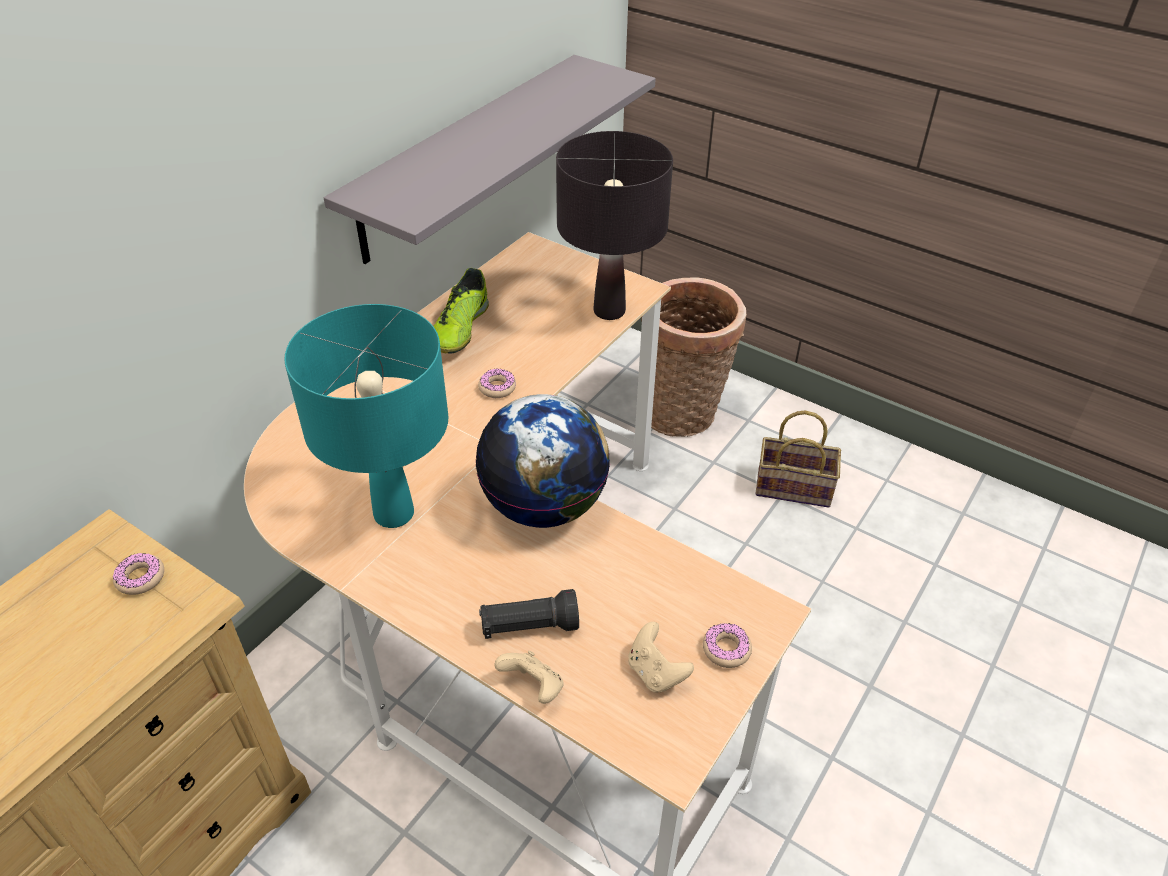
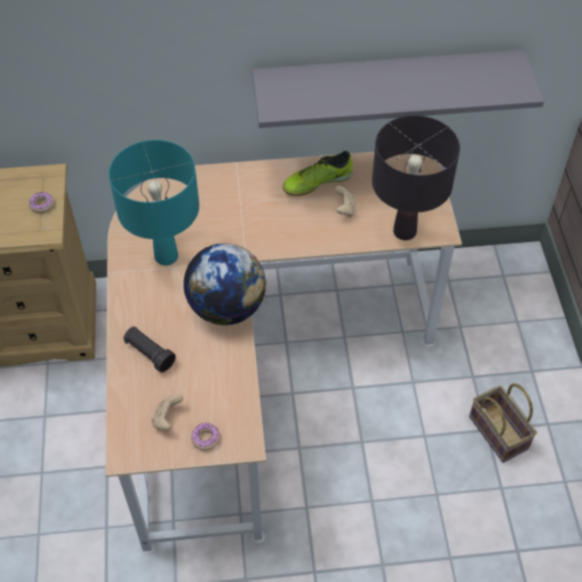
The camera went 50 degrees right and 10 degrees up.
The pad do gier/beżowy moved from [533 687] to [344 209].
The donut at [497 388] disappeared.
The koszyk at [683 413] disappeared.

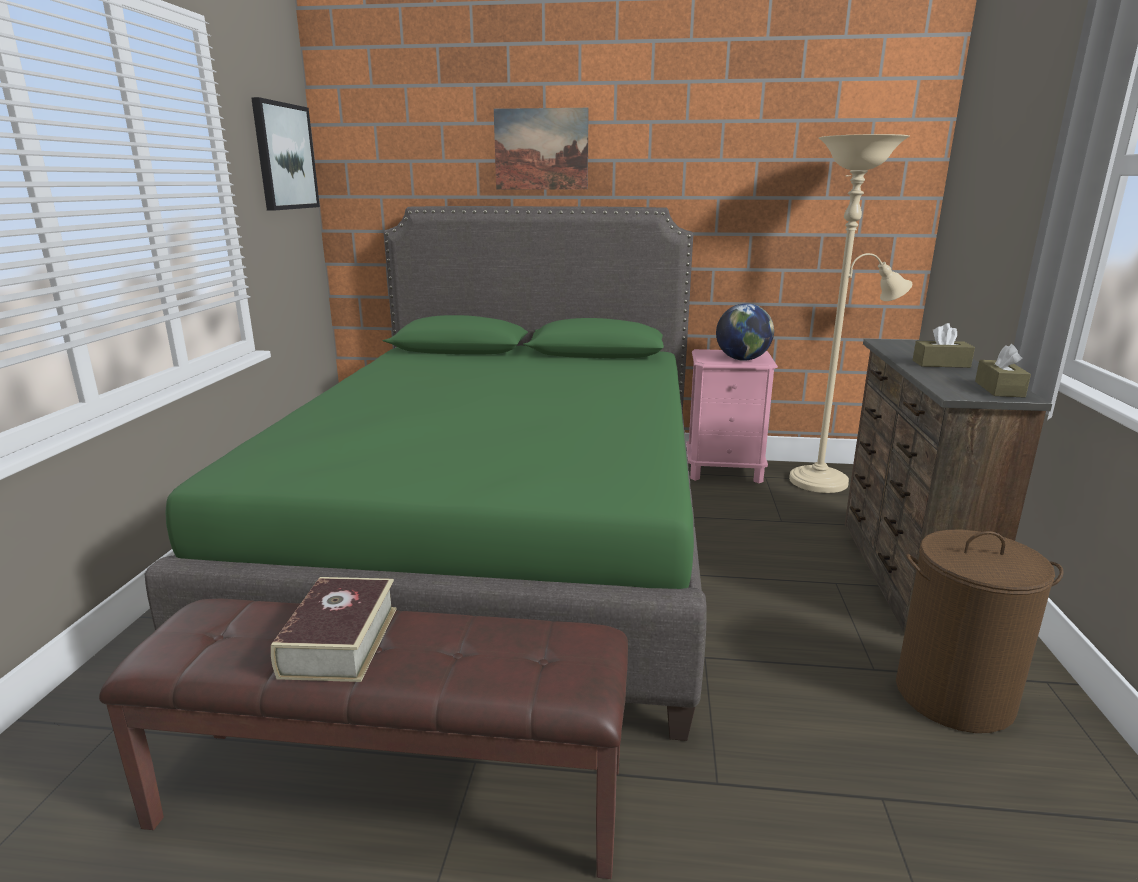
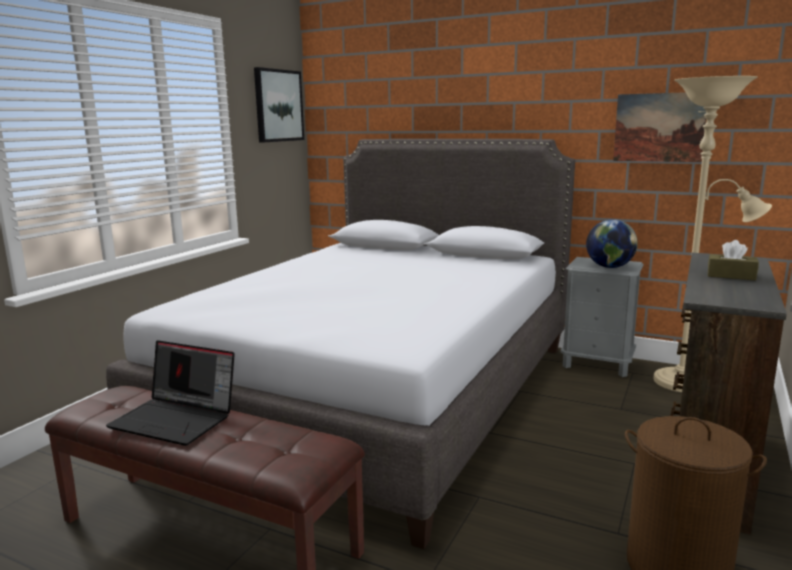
The camera went 20 degrees right and 5 degrees down.
The łóżko/zielony at [500 543] became the łóżko/szary at [378 393].
The książka at [340 641] was replaced by the laptop at [177 419].
The szafka nocna/różowy at [724 471] became the szafka nocna/szary at [597 364].
The obraz moved from [541 149] to [659 127].
The pudełko chusteczek/brązowy at [999 389] disappeared.

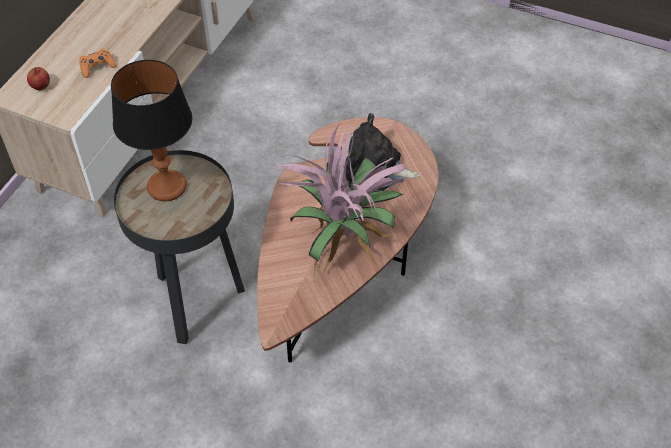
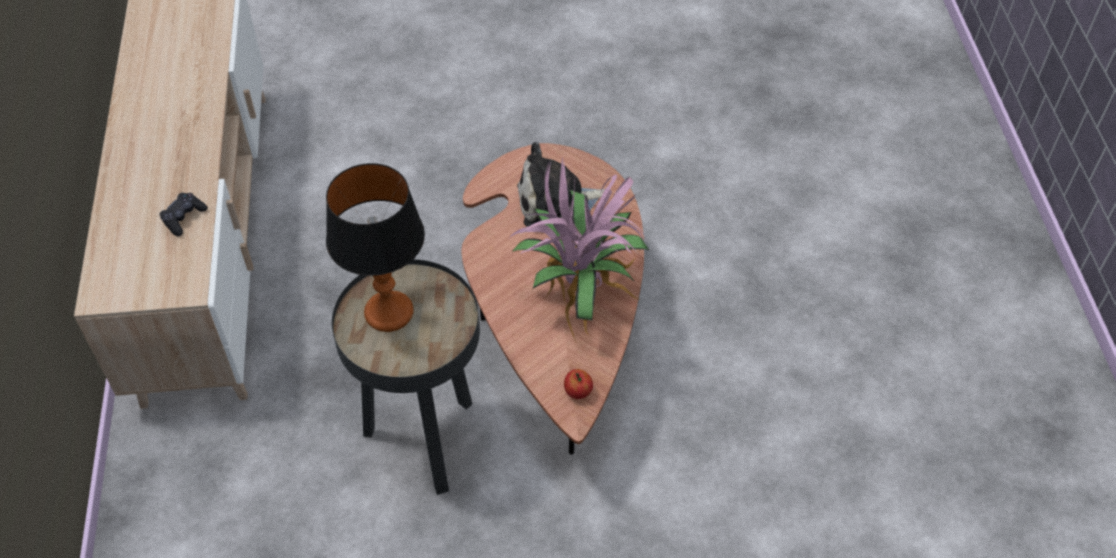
The camera went 30 degrees left and 0 degrees up.
The pad do gier/pomarańczowy at [97 67] became the pad do gier/czarny at [184 218].
The jabłko moved from [41 87] to [578 392].

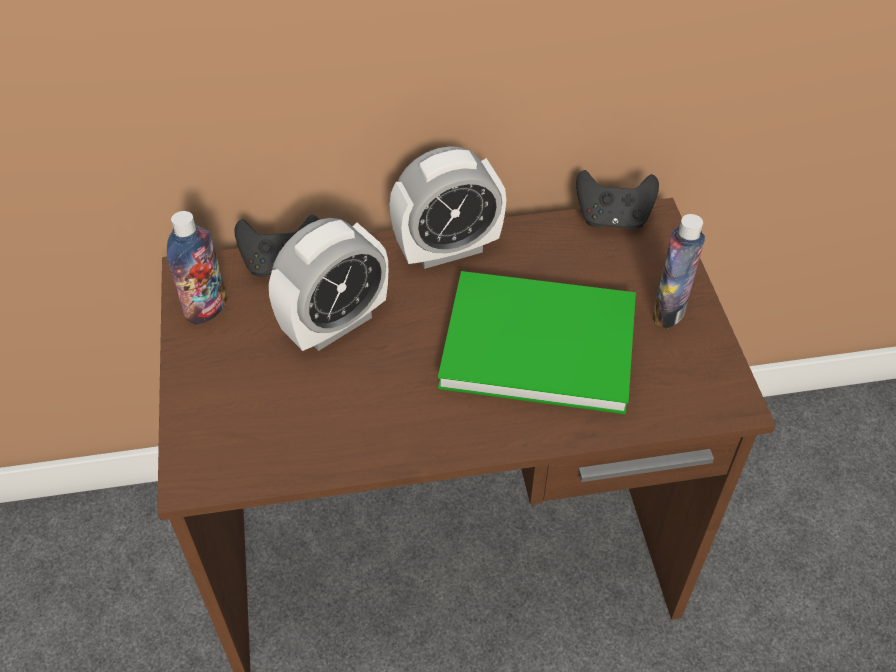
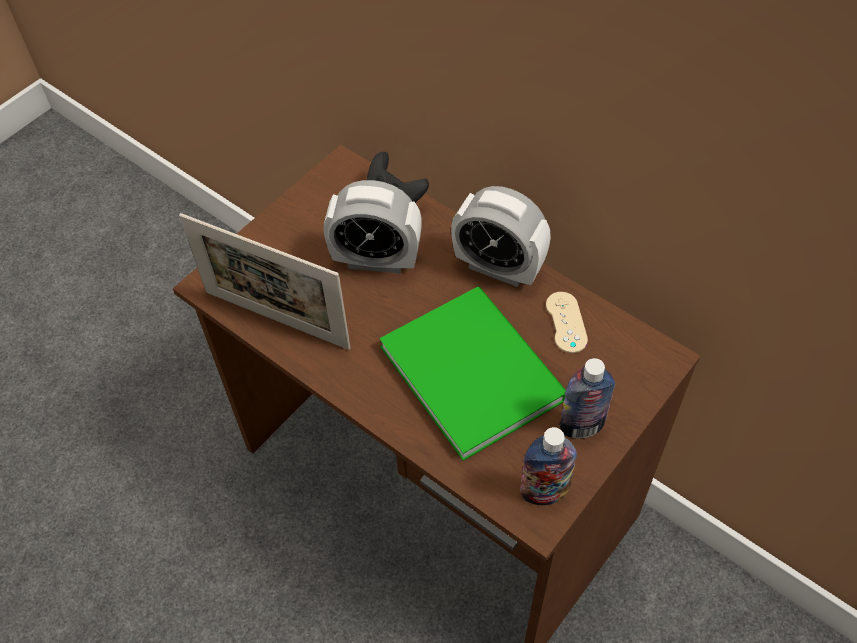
The camera went 50 degrees right and 5 degrees up.
The ramka na zdjęcie at [276 319] appeared.
The butelka moved from [207 309] to [544 492].
The pad do gier/beżowy at [566 322] appeared.
The pad do gier/czarny at [612 219] disappeared.

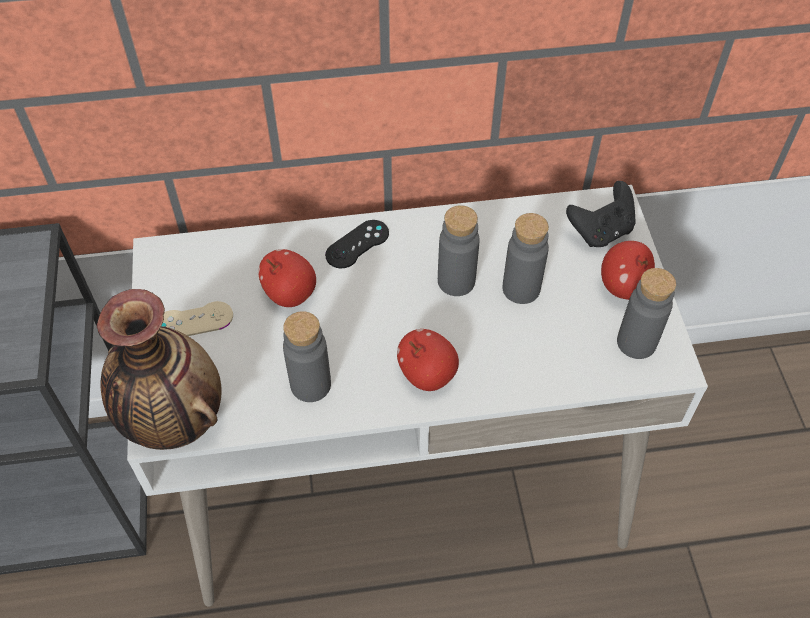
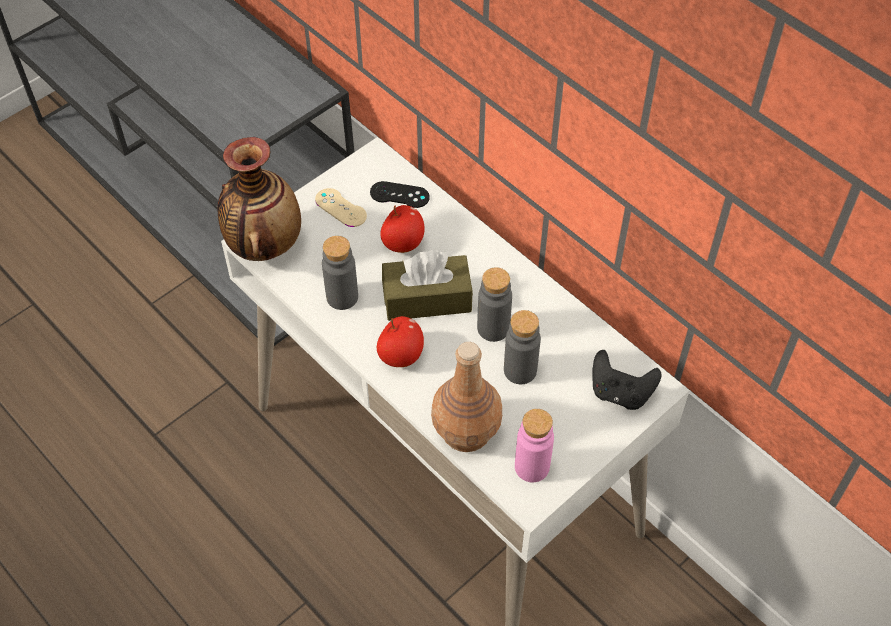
The camera went 55 degrees right and 0 degrees up.
The pad do gier/czarny moved from [357 244] to [399 195].
The pudełko chusteczek/brązowy at [427 298] appeared.
The butelka/brązowy at [465 431] appeared.
The butelka/szary at [636 342] became the butelka/różowy at [532 467].
The jabłko at [623 286] disappeared.

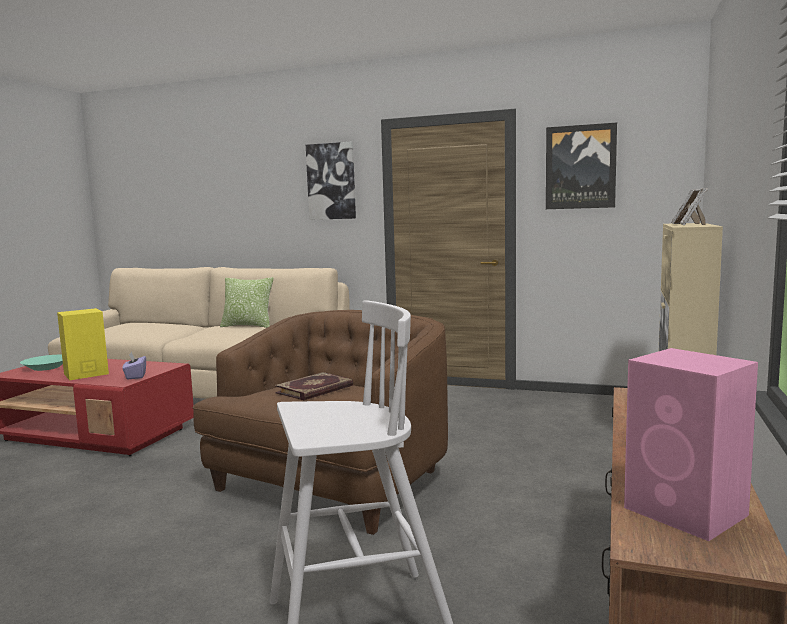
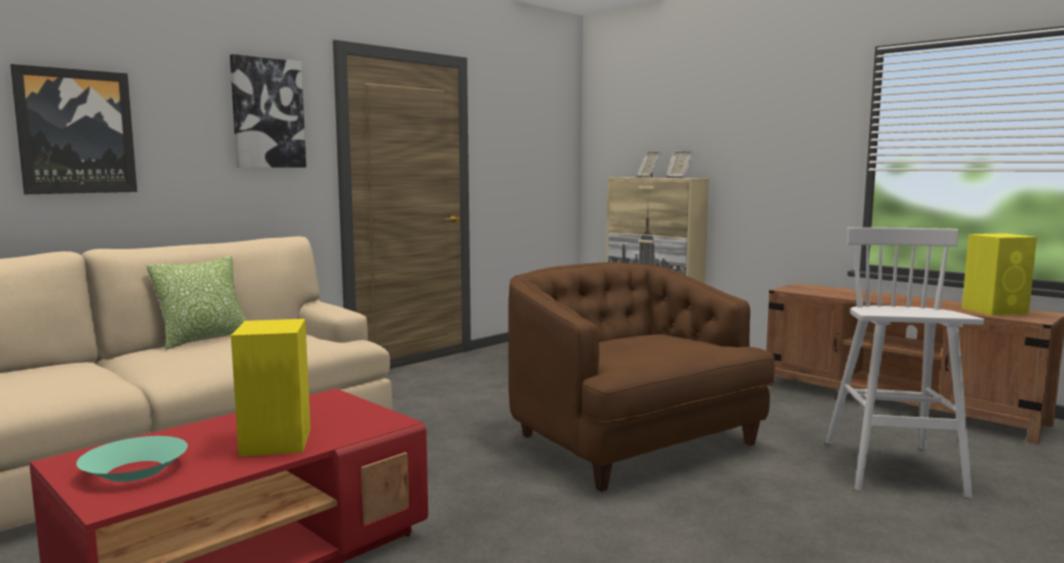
The camera went 65 degrees left and 0 degrees up.
The obraz moved from [580 167] to [76 132].
The głośnik/różowy at [688 512] became the głośnik/żółty at [995 311].
The pudełko chusteczek/fioletowy at [135 376] disappeared.
The książka at [315 389] disappeared.

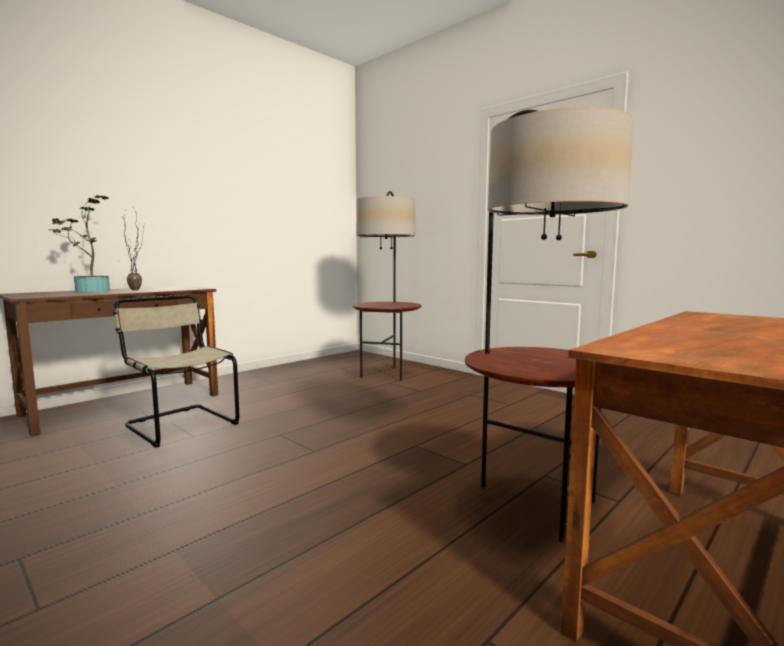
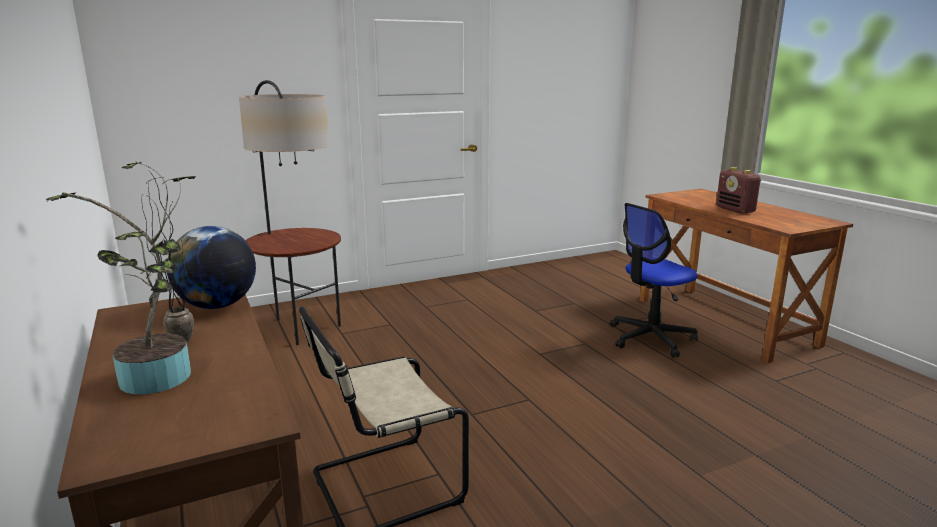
The camera went 70 degrees left and 10 degrees up.
The globus at [217 306] appeared.
The lampa stojąca at [533 504] was replaced by the krzesło biurowe at [650 338].
The radio at [735 210] appeared.

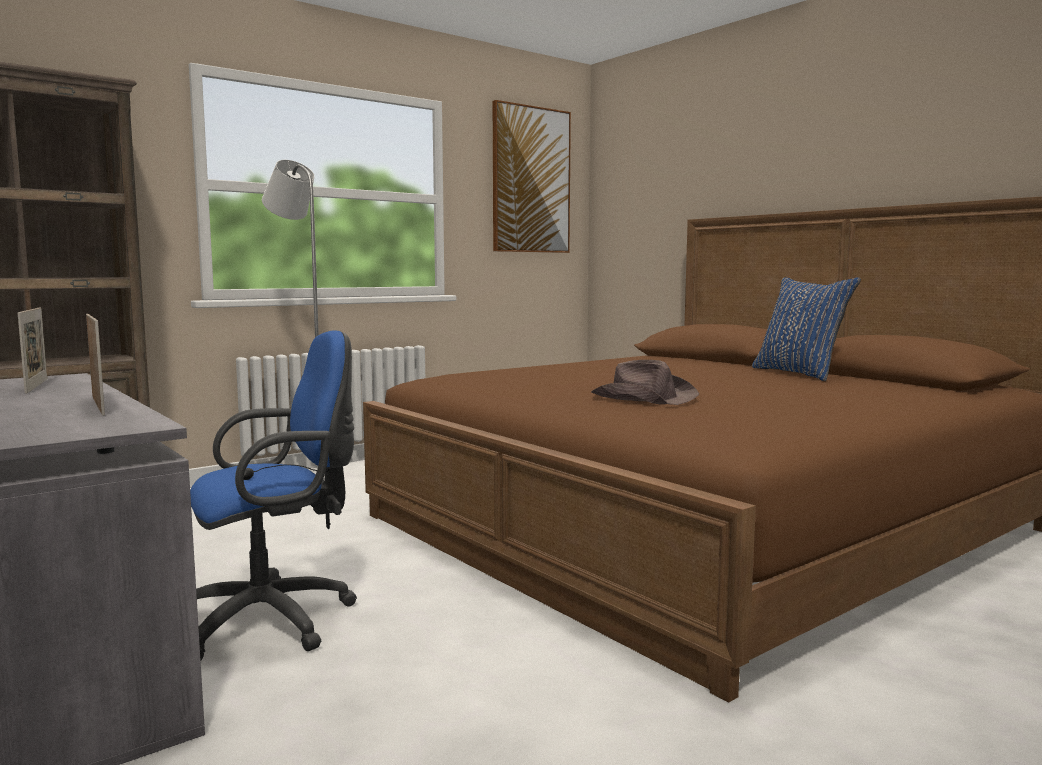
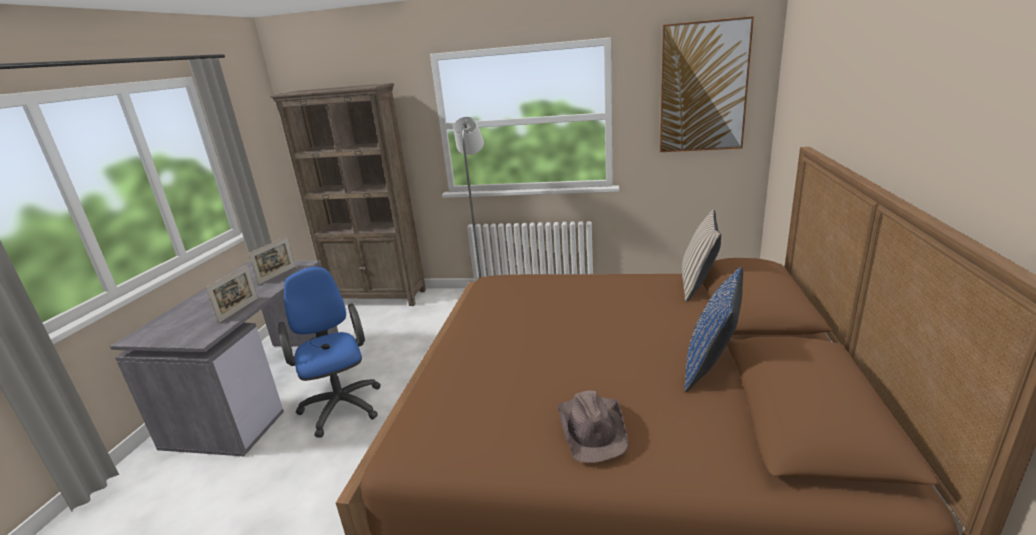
The camera went 50 degrees right and 15 degrees up.
The krzesło biurowe/niebieski at [275 620] turned 135 degrees counterclockwise.
The kapelusz/brązowy moved from [643 398] to [593 428].
The poduszka/beżowy at [698 285] appeared.

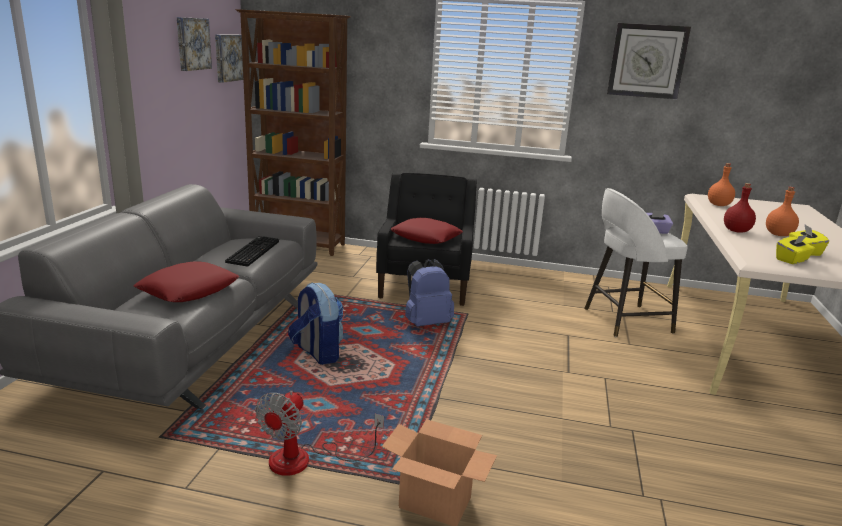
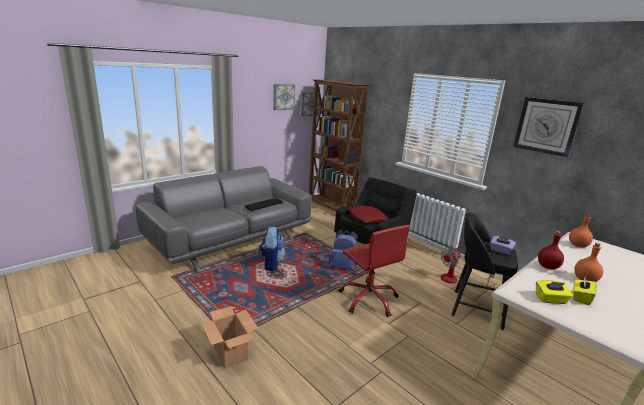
The camera went 35 degrees right and 0 degrees up.
The krzesło biurowe/czerwony at [369 299] appeared.
The wentylator moved from [305 460] to [455 280].
The stołek/biały at [625 320] became the stołek/czarny at [475 308].
The poduszka/czerwony at [189 290] disappeared.

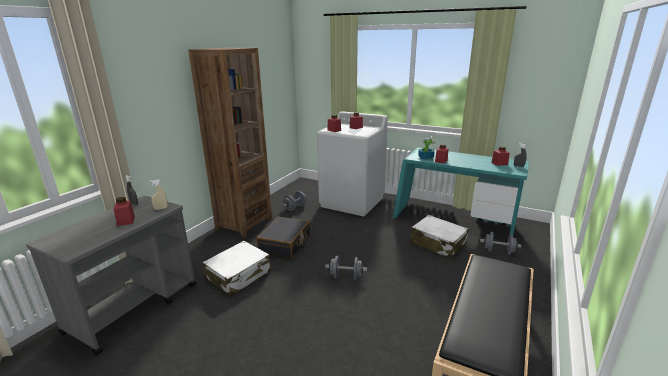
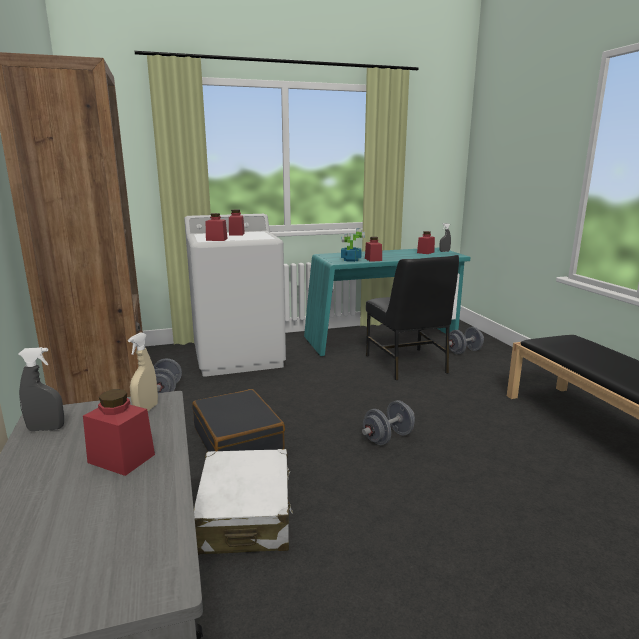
The camera went 45 degrees left and 5 degrees down.
The walizka/biały at [437 243] was replaced by the krzesło/czarny at [407 364].

